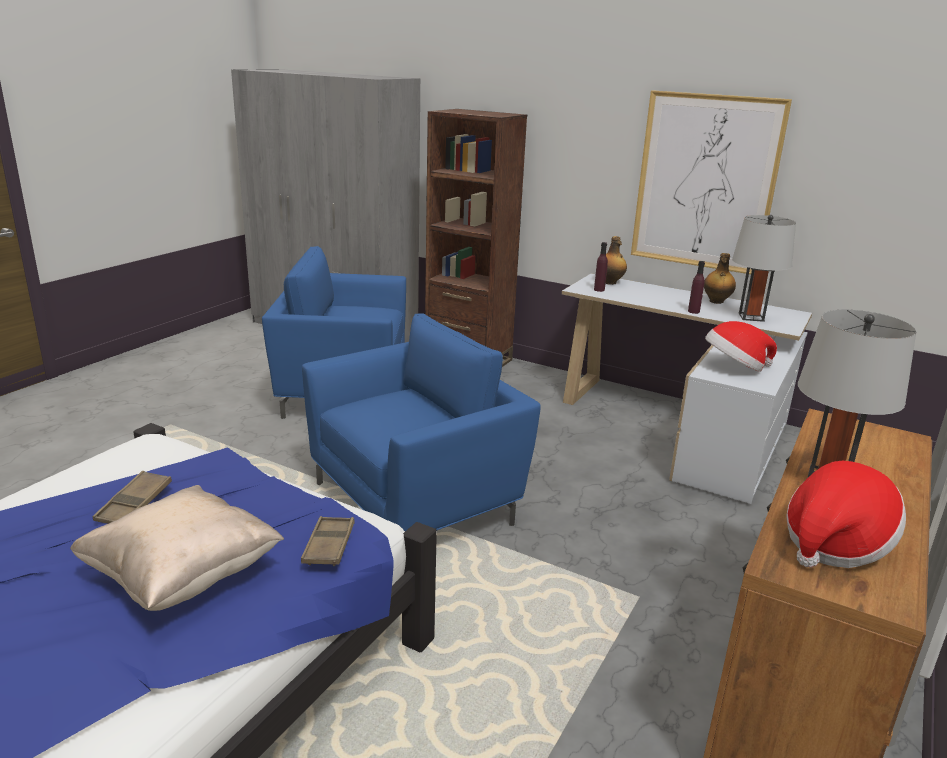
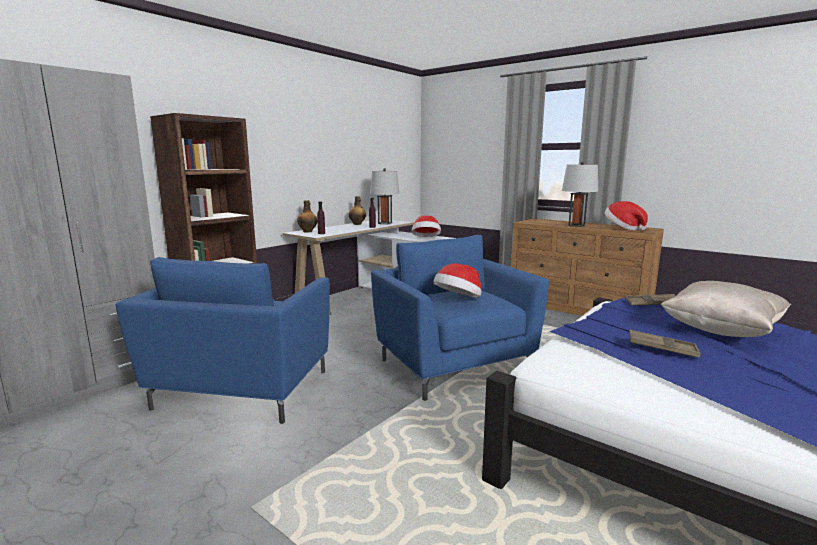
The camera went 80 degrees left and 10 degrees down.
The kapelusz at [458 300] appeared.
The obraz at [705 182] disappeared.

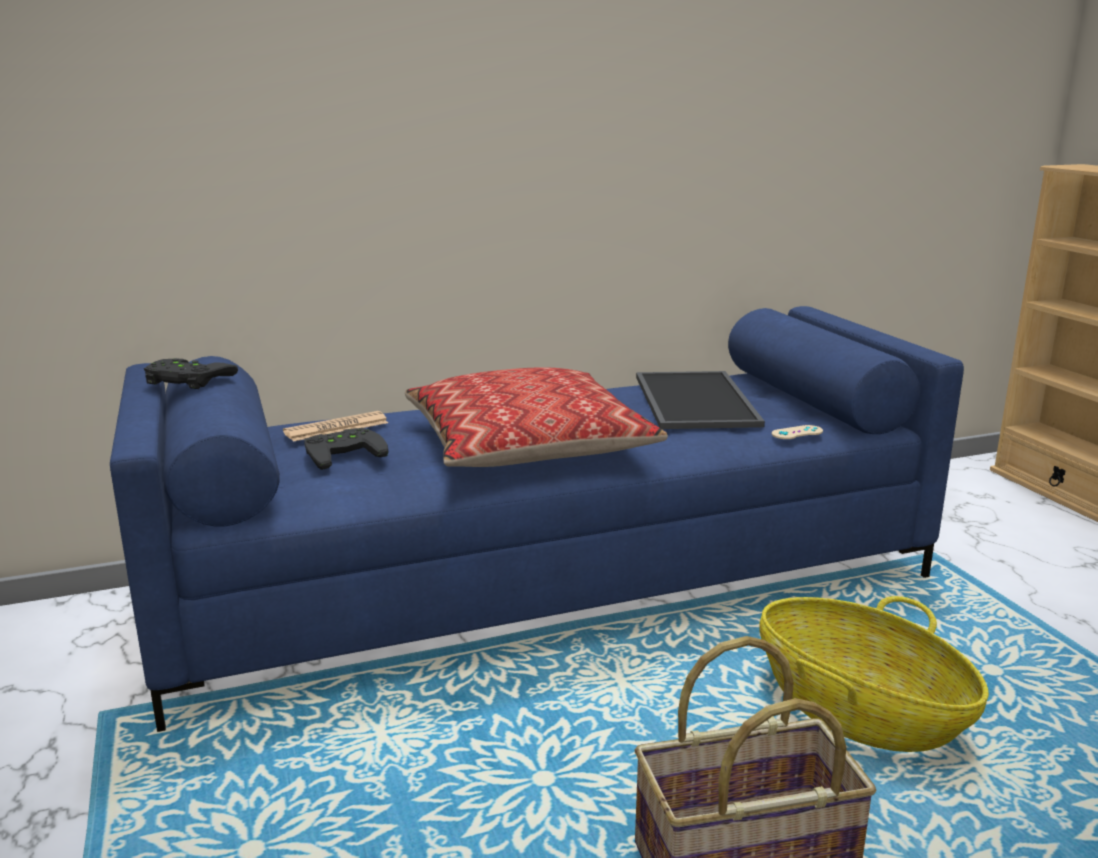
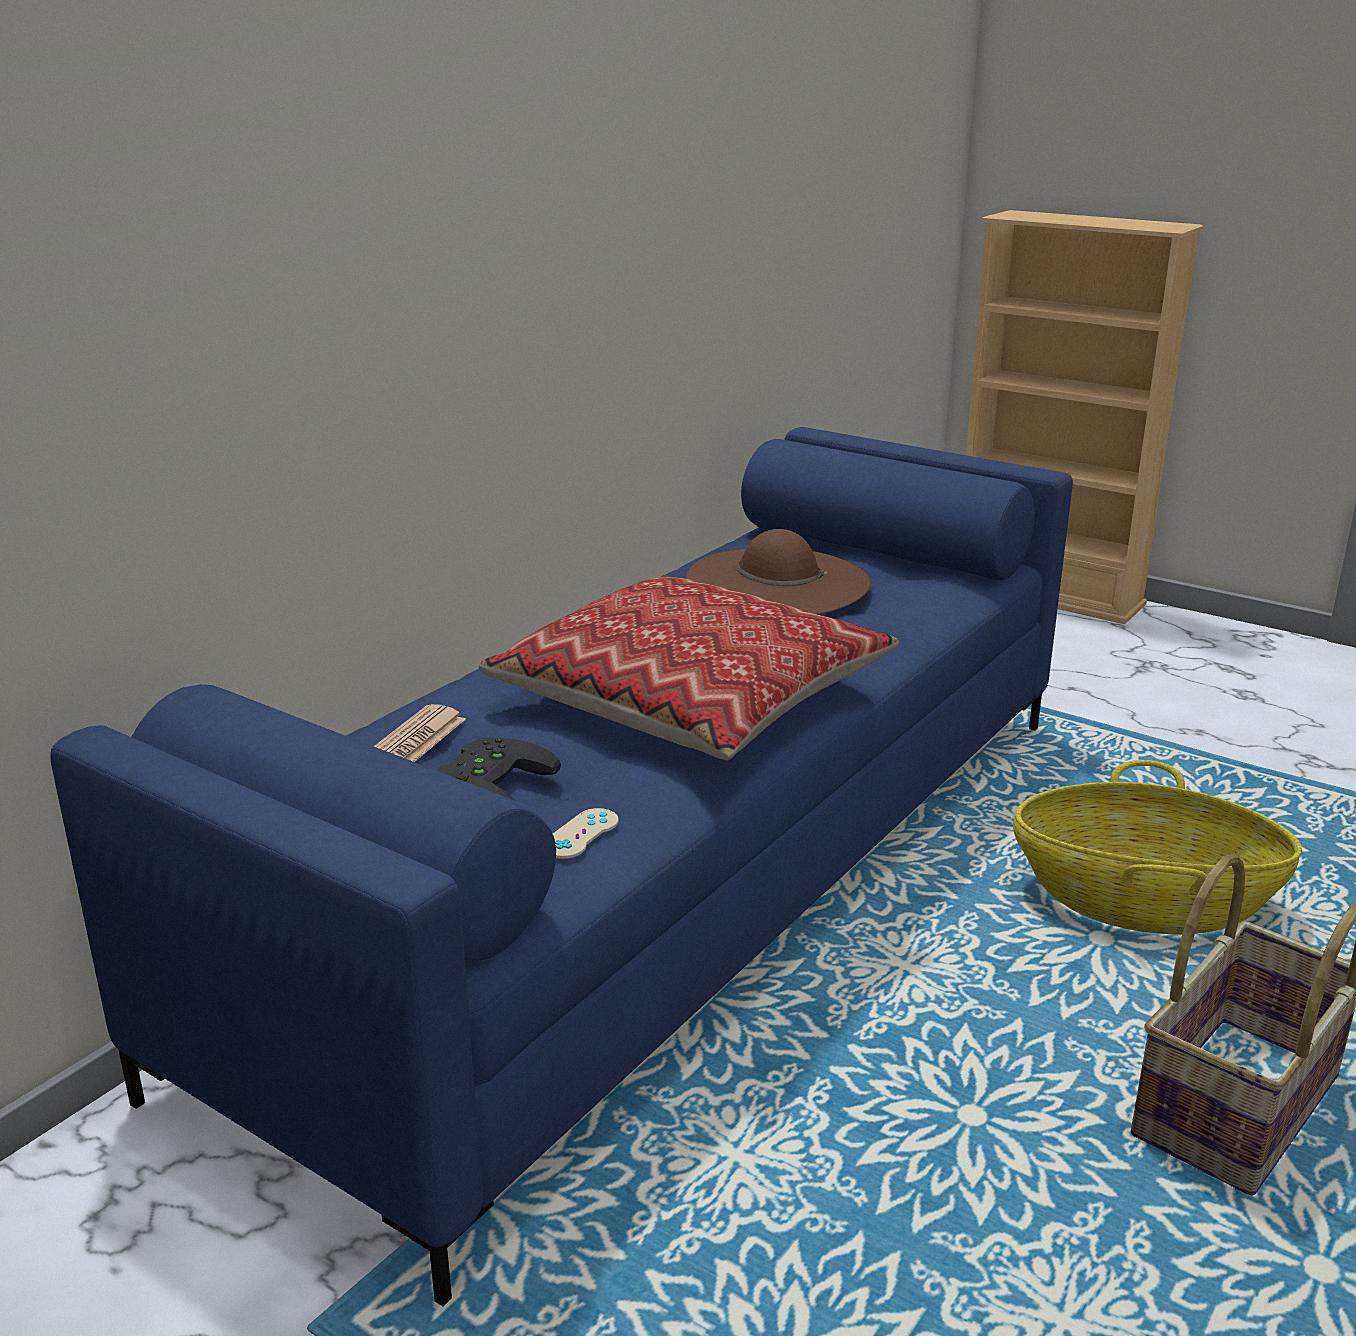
The camera went 35 degrees left and 5 degrees up.
The pad do gier/beżowy moved from [797 433] to [581 834].
The taca at [692 400] was replaced by the kapelusz/brązowy at [777 582].
The pad do gier/czarny at [186 380] disappeared.

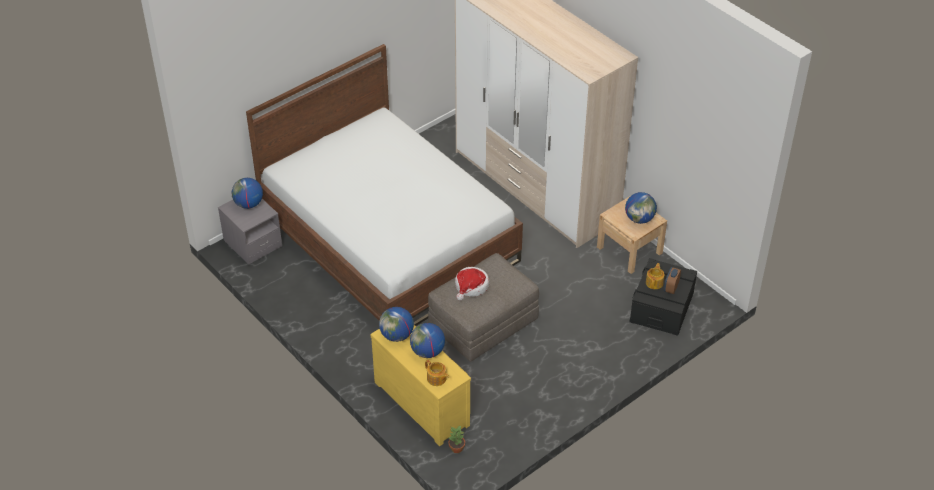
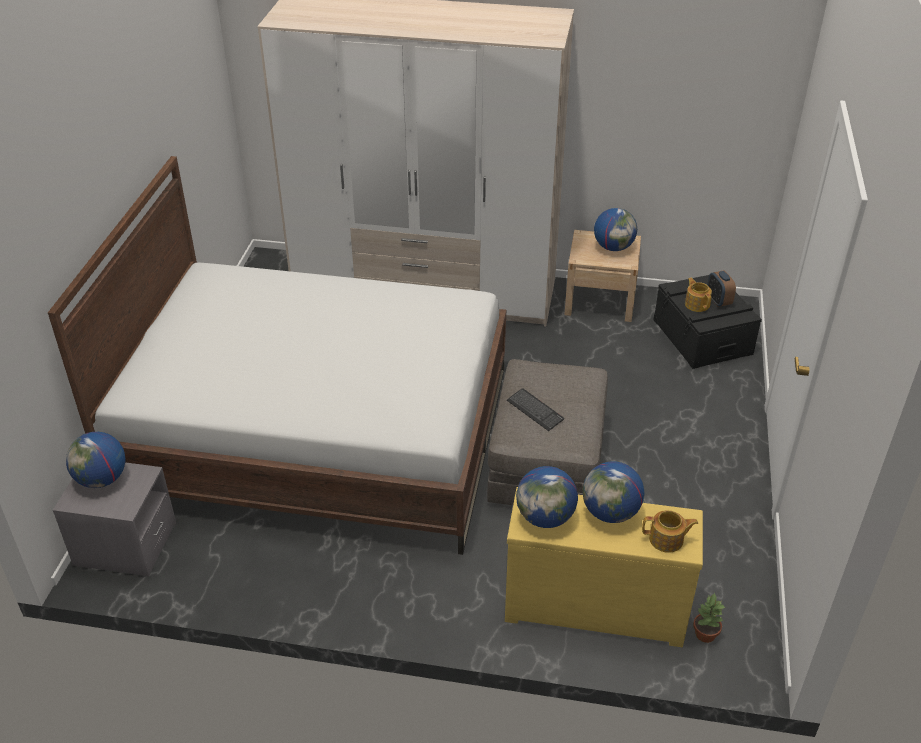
The camera went 40 degrees left and 5 degrees down.
The kapelusz at [471 287] was replaced by the klawiatura at [535 410].

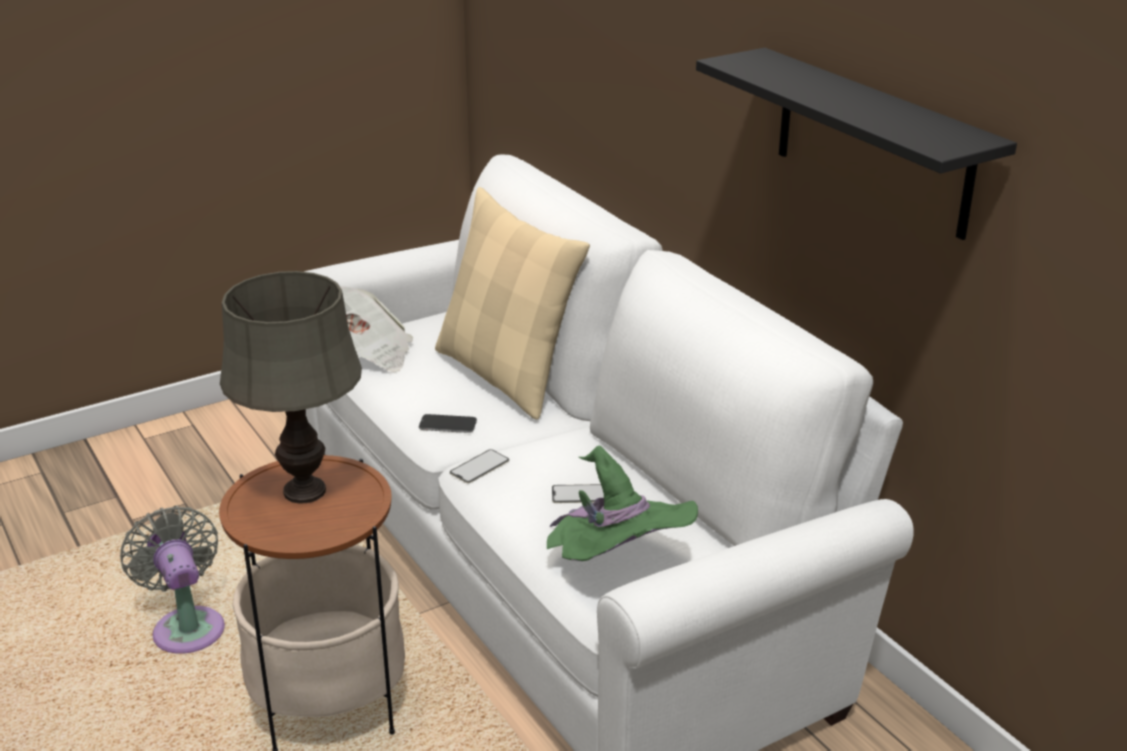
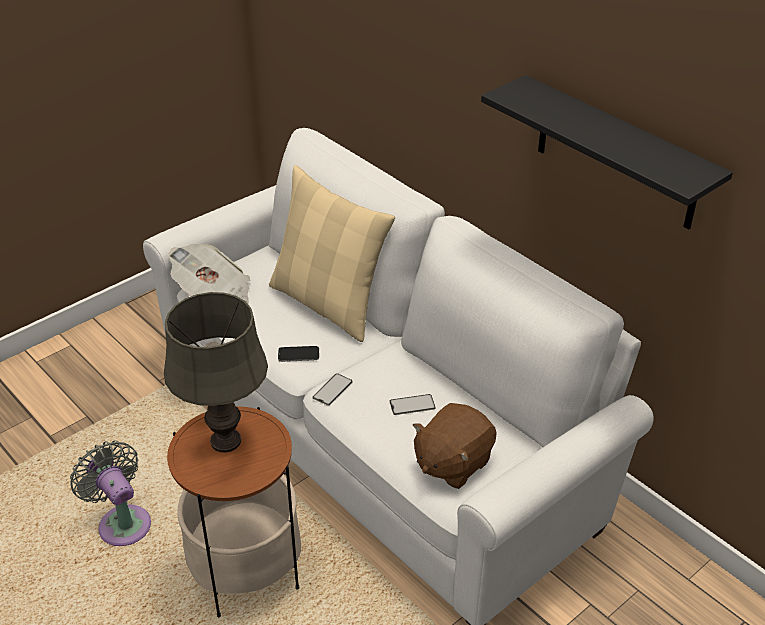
The camera went 10 degrees left and 10 degrees up.
The kapelusz/zielony at [616 565] was replaced by the pluszak/brązowy at [452 463].

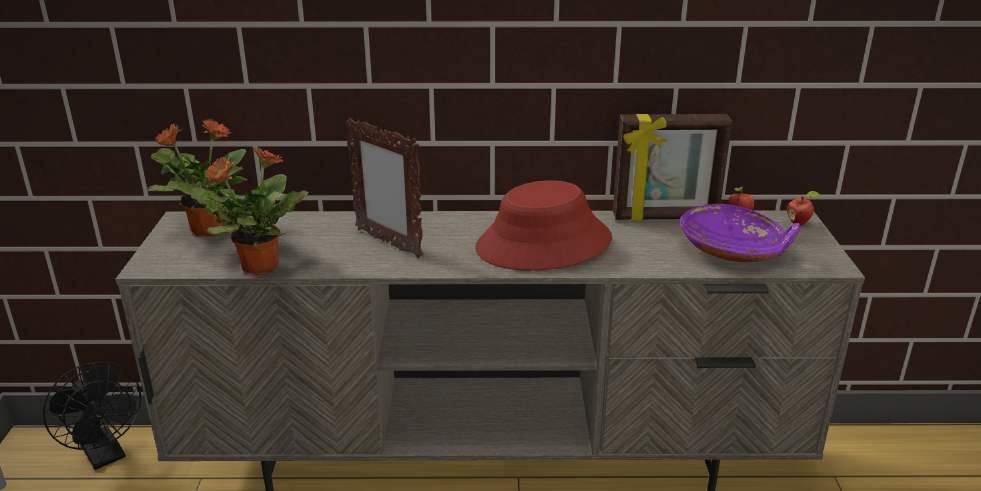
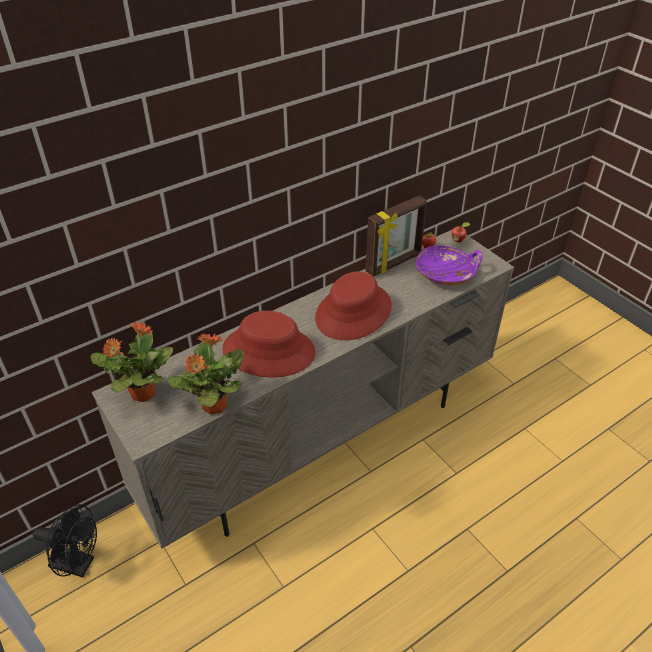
The camera went 35 degrees left and 15 degrees up.
The ramka na zdjęcie at [388 243] was replaced by the kapelusz/czerwony at [269 351].

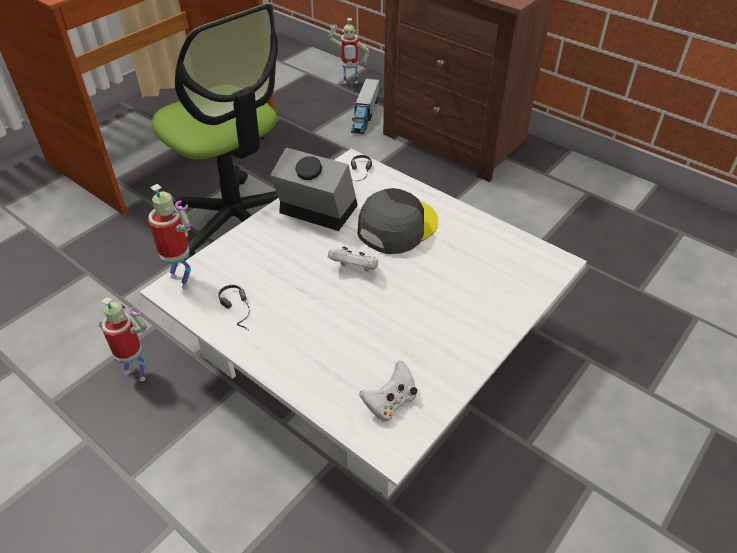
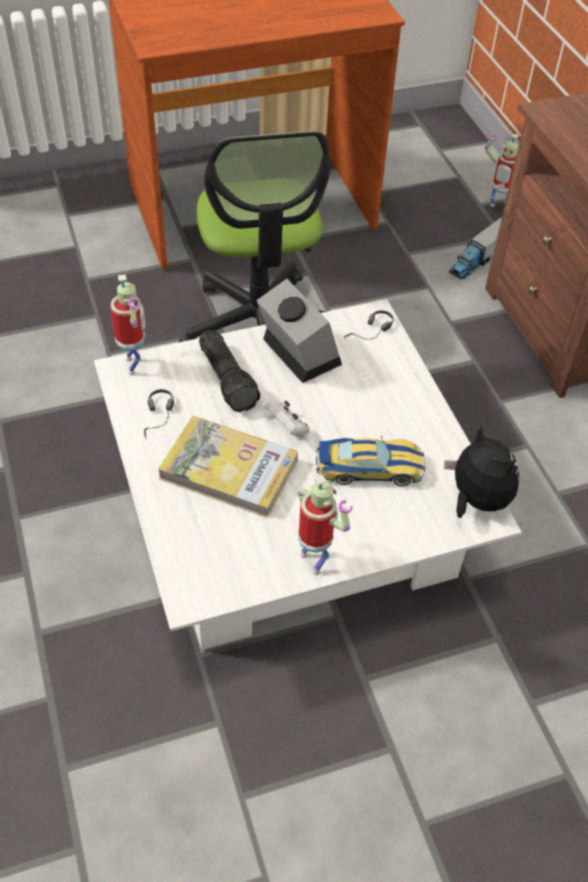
The camera went 30 degrees right and 5 degrees up.
The książka at [229 470] appeared.
The latarka at [229 379] appeared.
The robot zabawkowy moved from [138 372] to [314 561].
The samochodzik at [369 468] appeared.
The pluszak at [476 500] appeared.
The czapka z daszkiem/szary at [397 226] disappeared.
The pad do gier/biały at [390 402] disappeared.

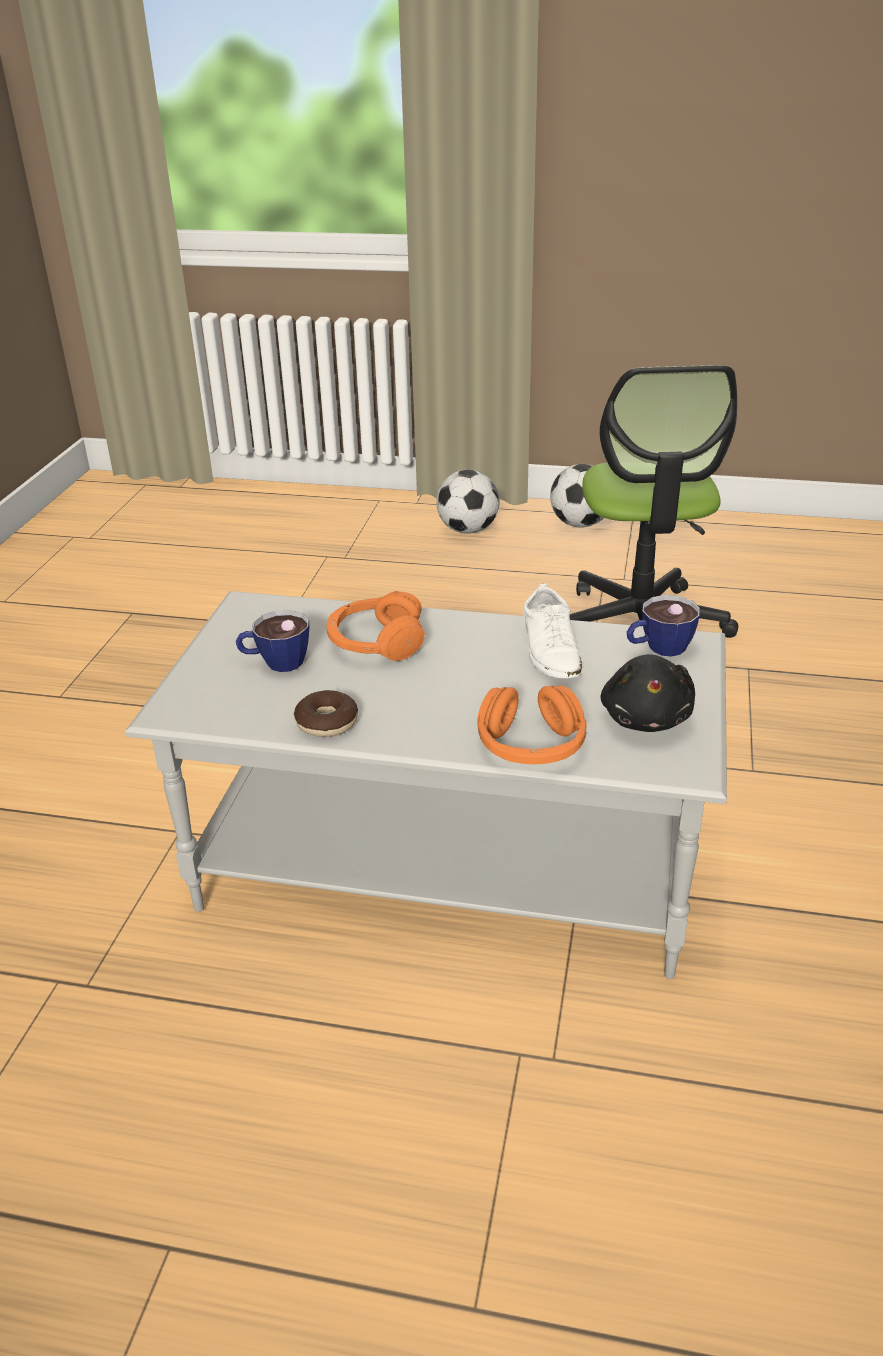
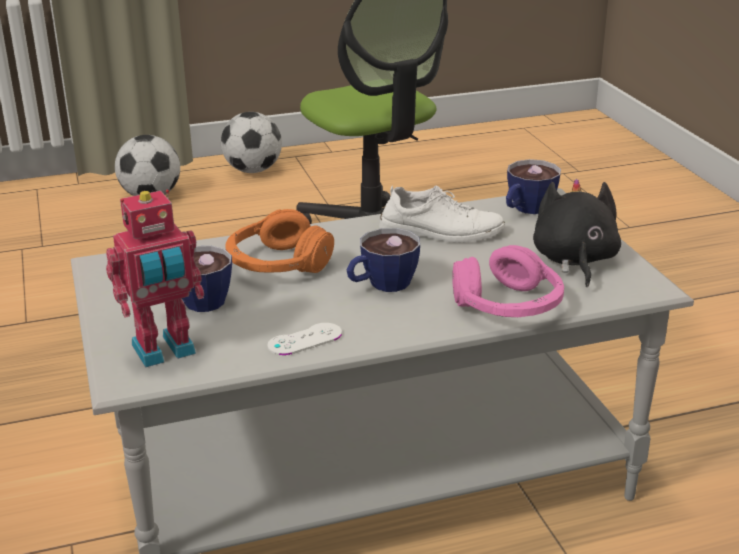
The camera went 30 degrees left and 5 degrees down.
The robot zabawkowy at [165 351] appeared.
The donut at [327 722] was replaced by the pad do gier/biały at [305 339].
The filiżanka at [381 285] appeared.
The but/biały at [551 650] turned 45 degrees counterclockwise.
The słuchawki/pomarańczowy at [531 745] became the słuchawki/różowy at [508 305].
The pluszak/czarny at [646 718] turned 150 degrees counterclockwise.

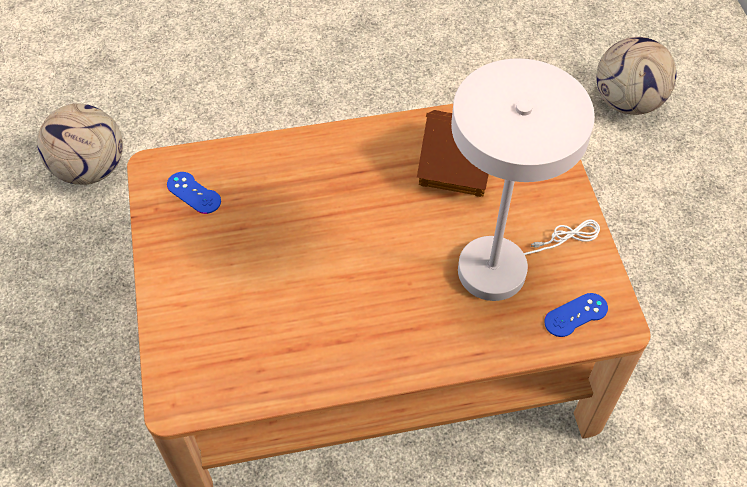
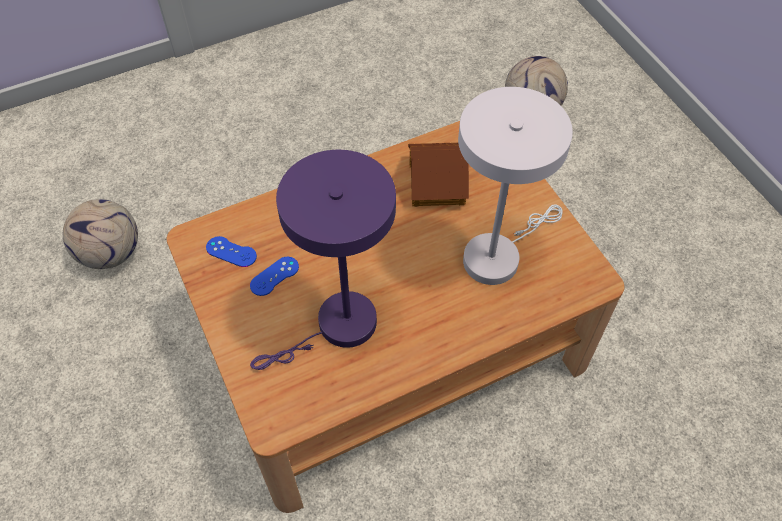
The camera went 15 degrees left and 0 degrees up.
The lampa stołowa/fioletowy at [337 328] appeared.
The pad do gier/niebieski moved from [576 315] to [274 276].

